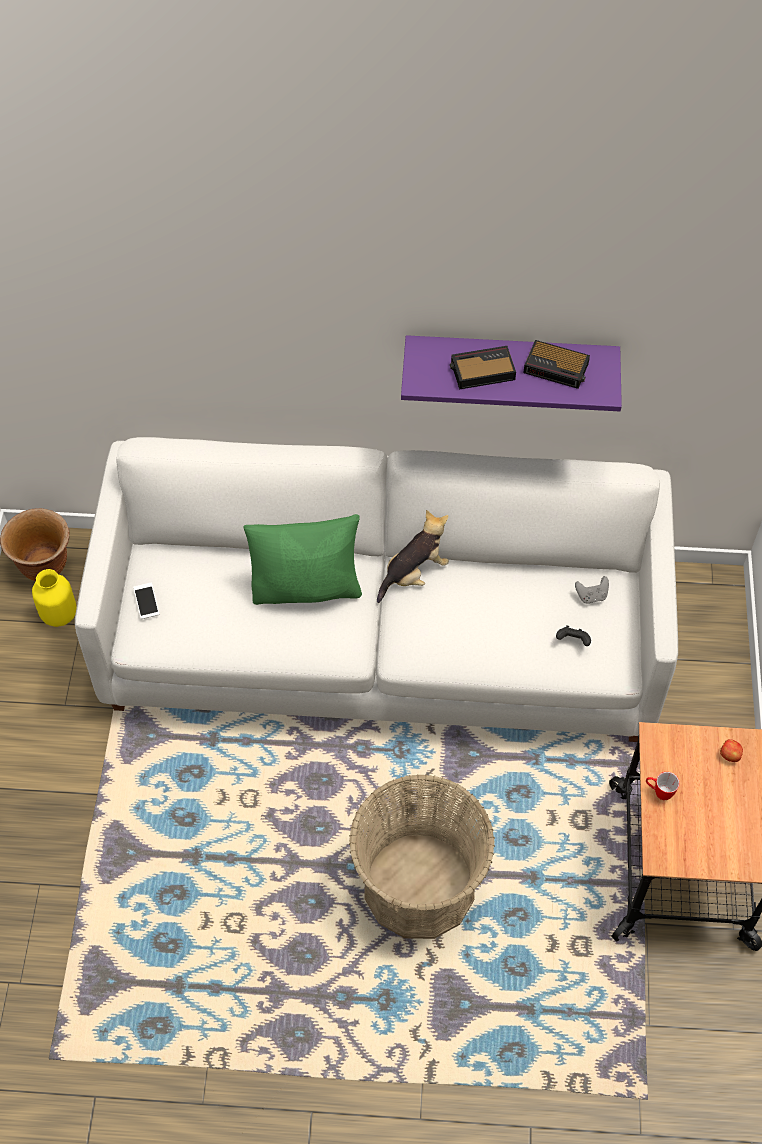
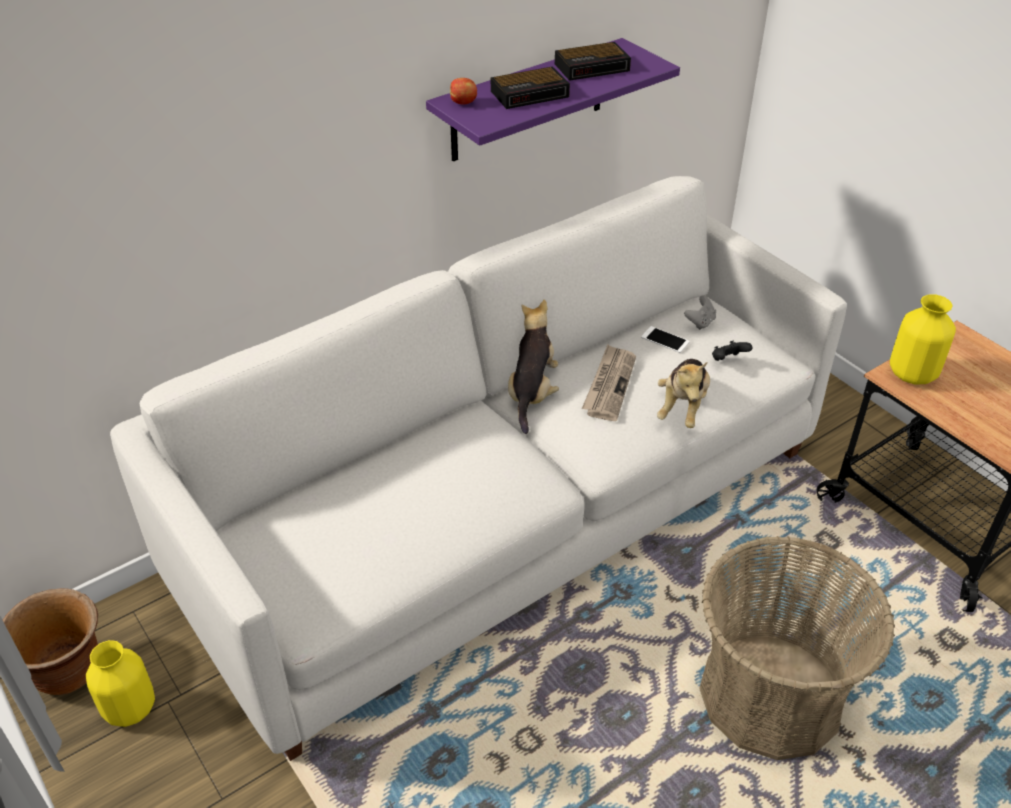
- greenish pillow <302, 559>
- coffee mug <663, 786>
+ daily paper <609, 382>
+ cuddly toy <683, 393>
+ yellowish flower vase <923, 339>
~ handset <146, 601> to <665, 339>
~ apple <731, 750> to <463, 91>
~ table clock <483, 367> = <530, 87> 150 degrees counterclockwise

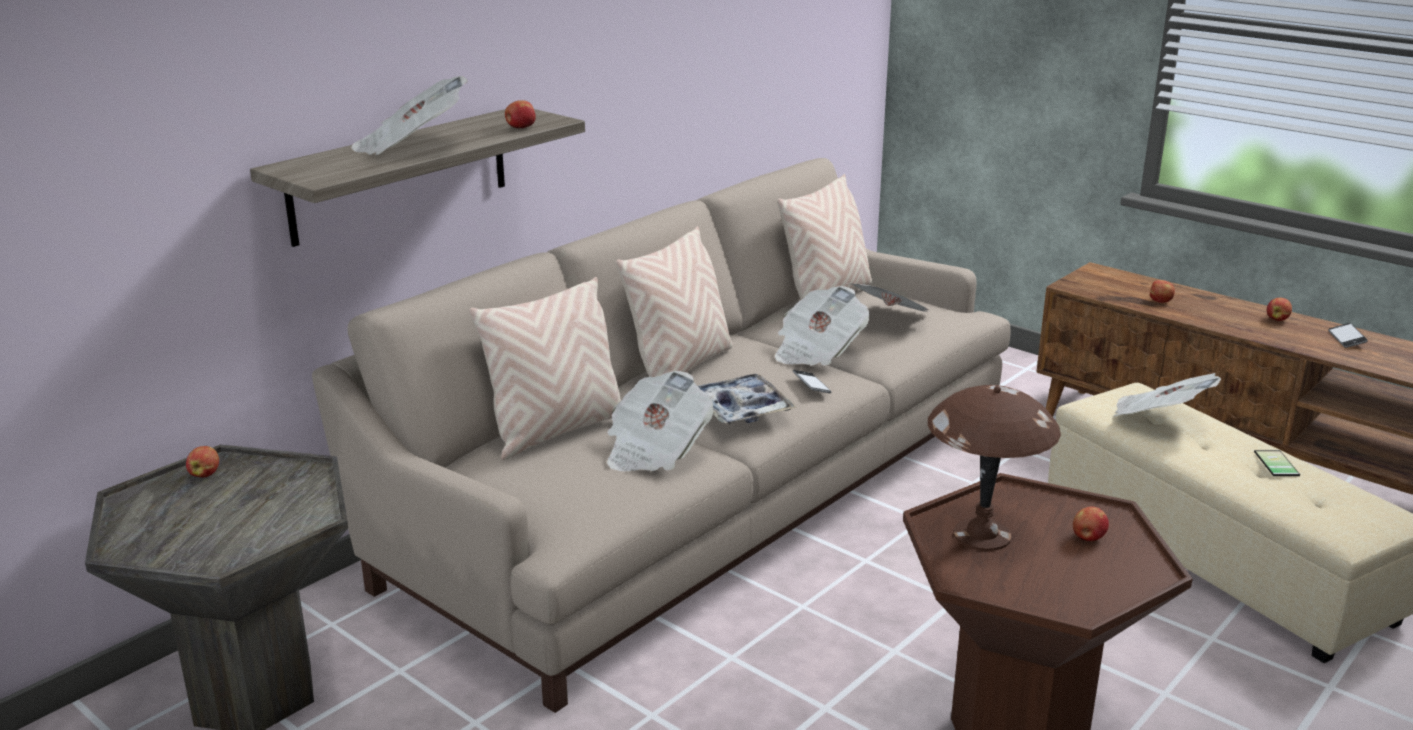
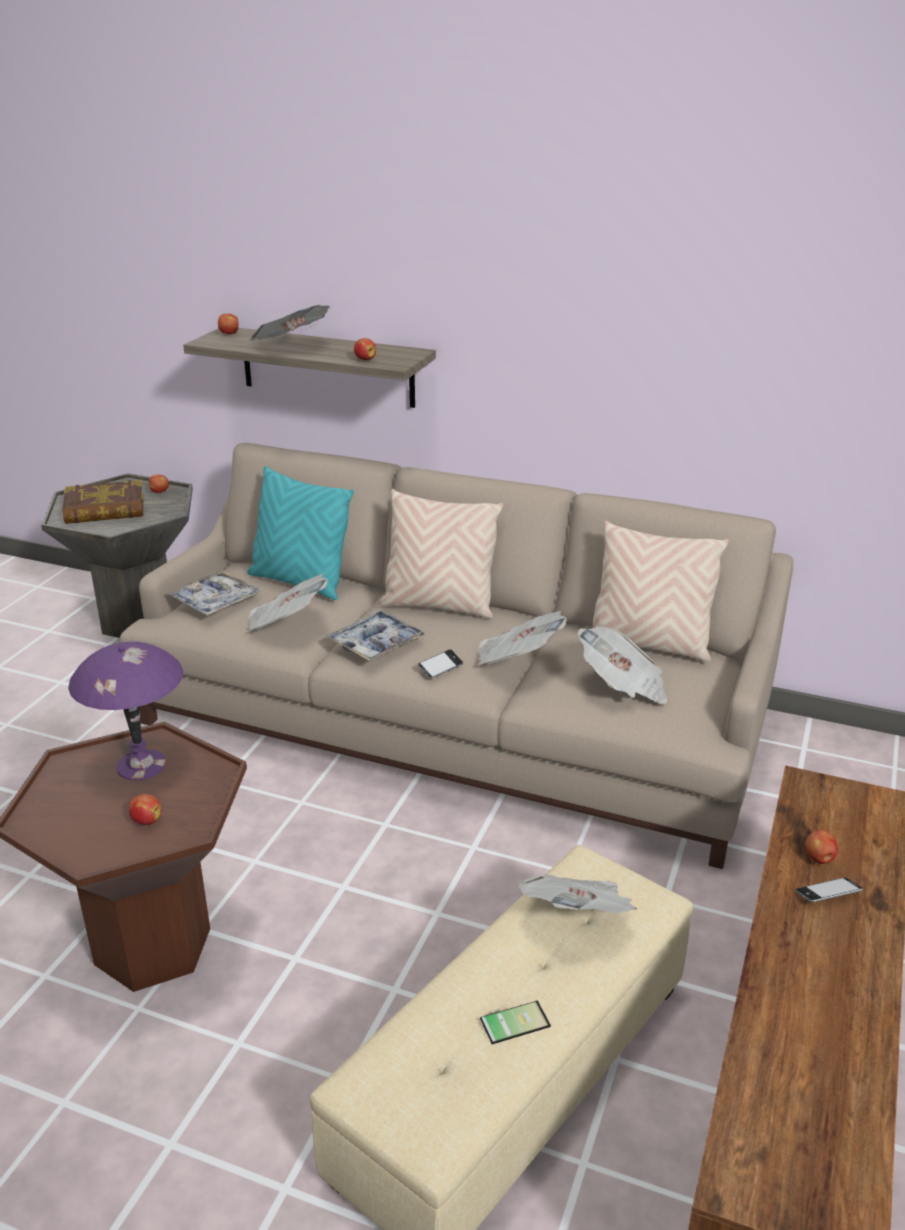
+ book <102, 502>
+ serving tray <214, 593>
~ apple <1279, 309> to <228, 323>
~ handset <1348, 335> to <829, 890>
~ beige pillow <545, 368> to turquoise pillow <300, 533>
~ brown tabletop lamp <994, 468> to purple tabletop lamp <125, 711>

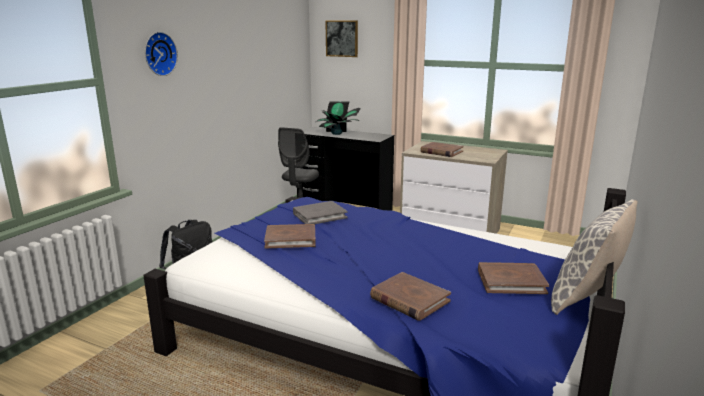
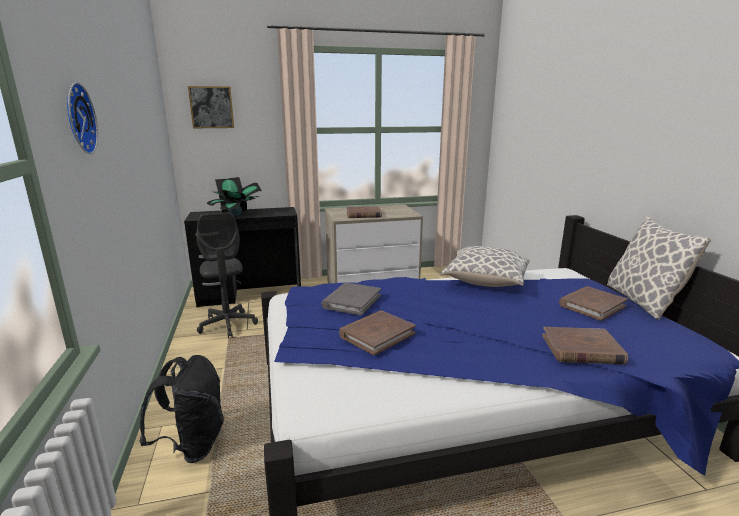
+ pillow <485, 266>

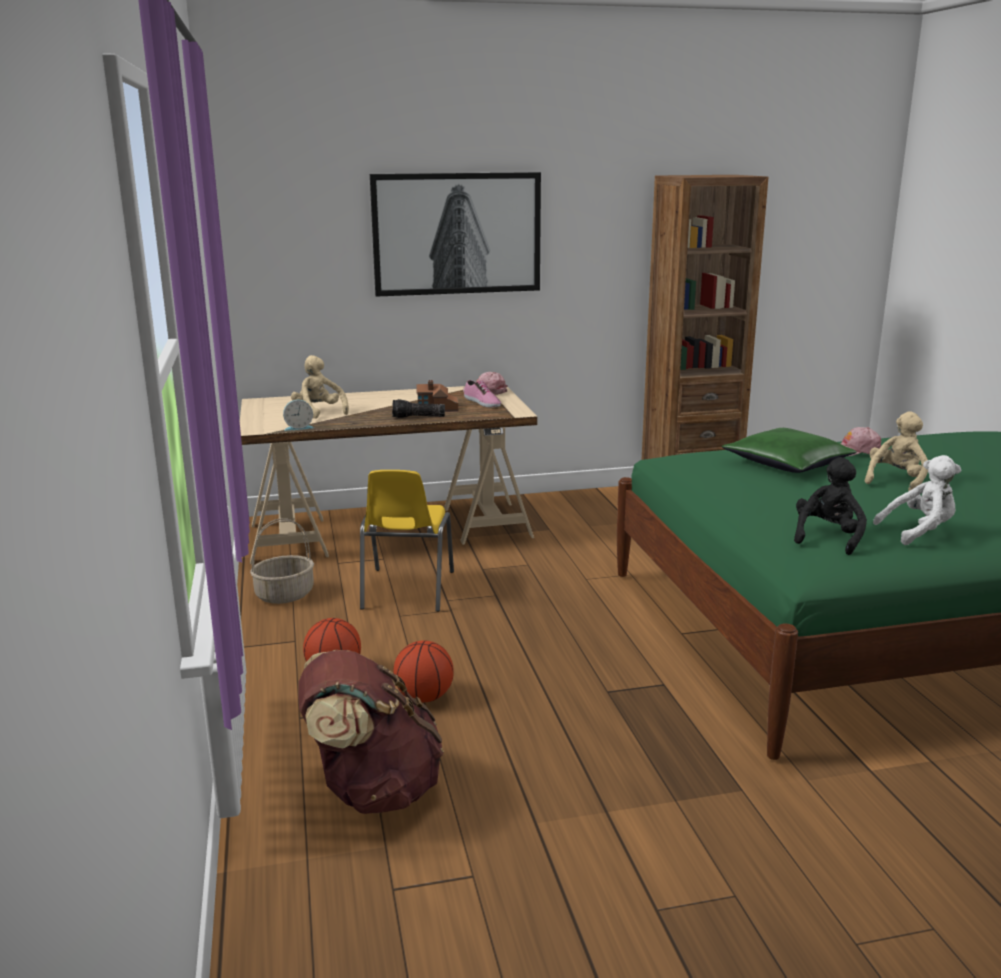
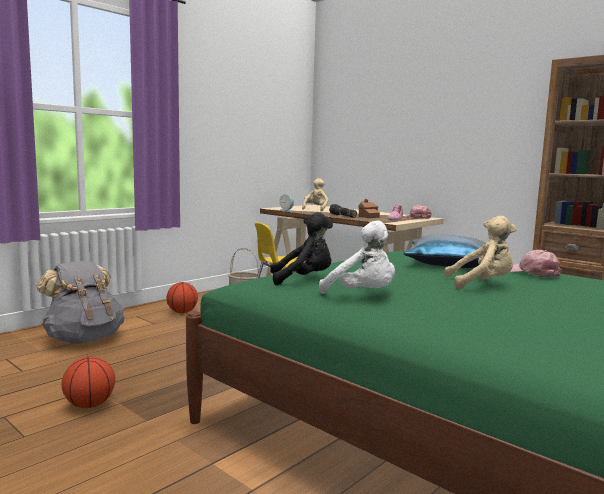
- wall picture <455, 234>
~ ball for basketball <424, 671> to <88, 382>
~ brown knapsack <371, 732> to greyish knapsack <80, 302>
~ greenish pillow <789, 450> to bluish pillow <445, 251>

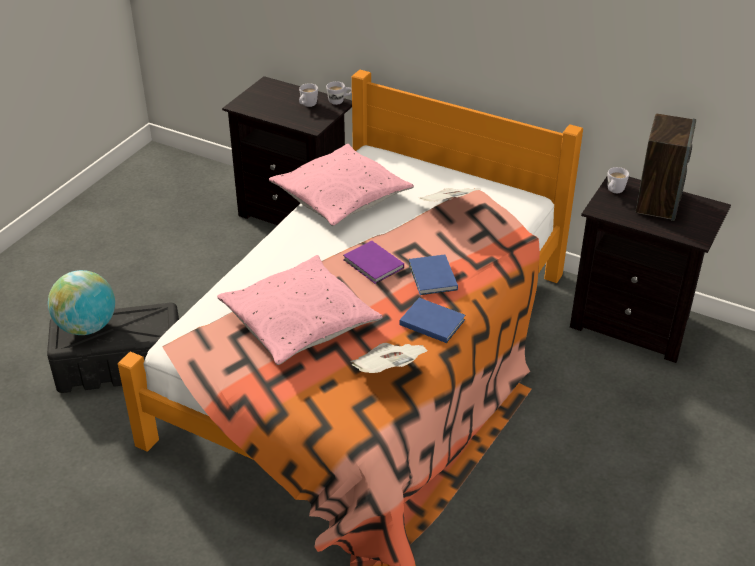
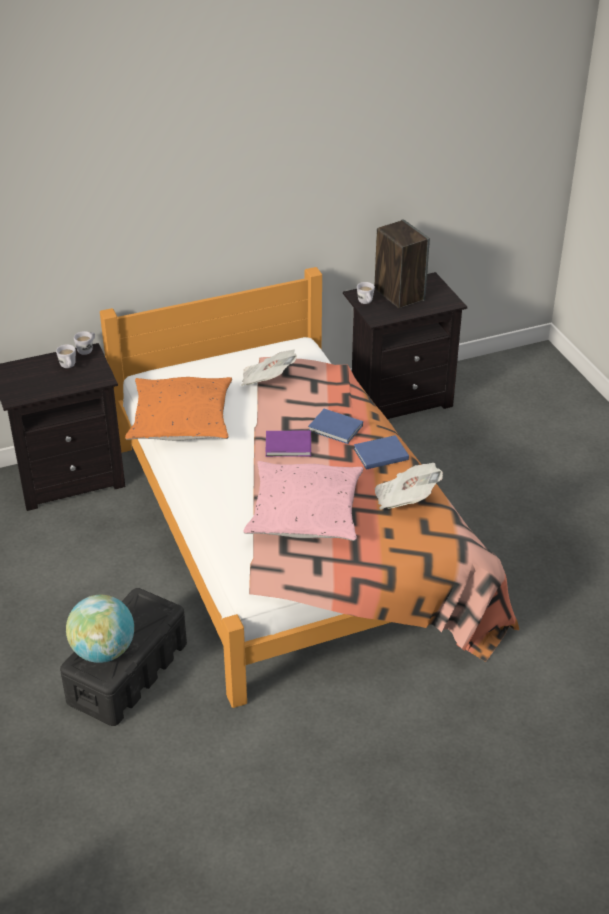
~ pink pillow <341, 185> to orange-coloured pillow <178, 409>

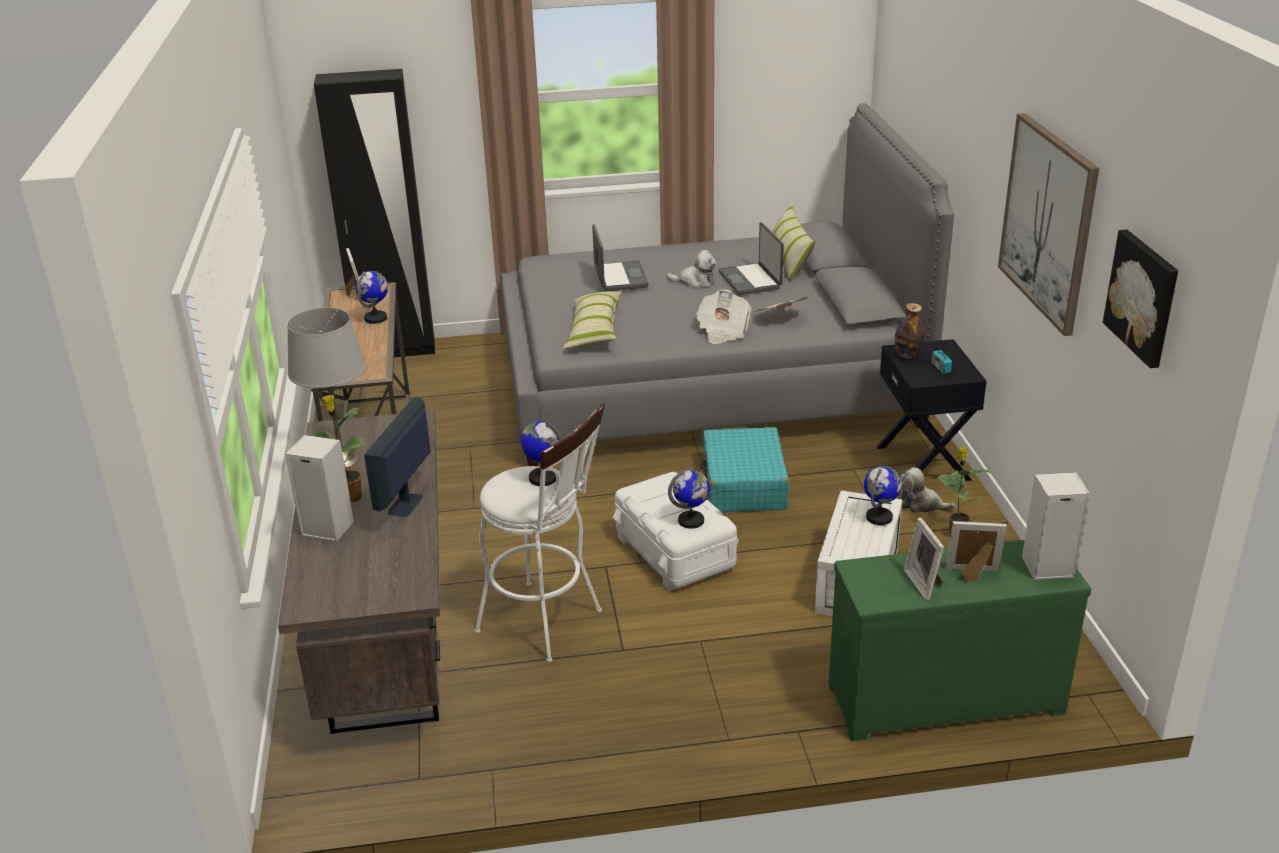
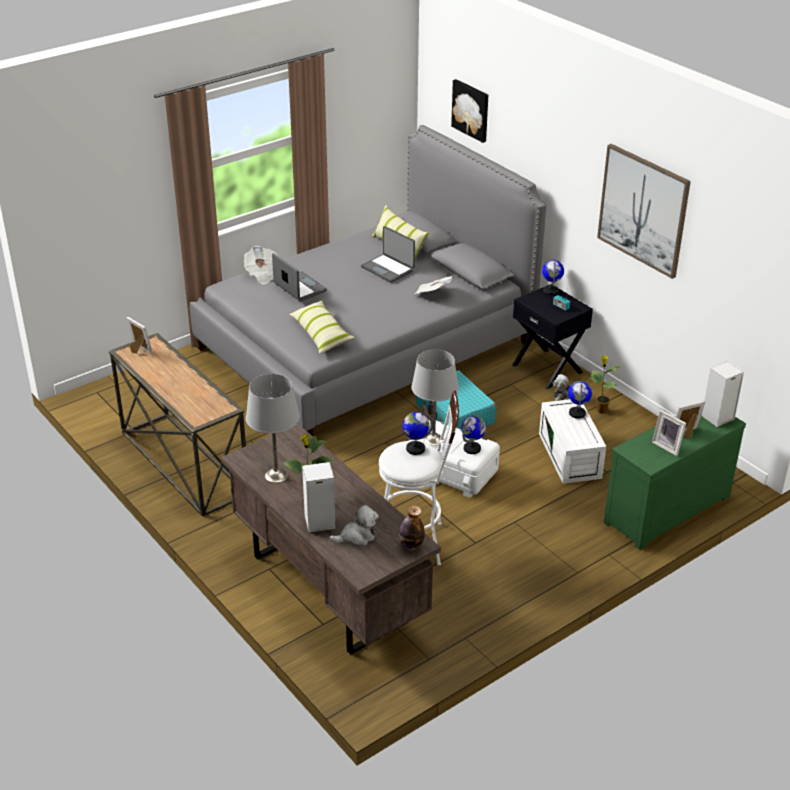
- blackish wardrobe <374, 213>
- computer display <397, 457>
+ greyish tabletop lamp <435, 398>
~ world globe <371, 297> to <553, 277>
~ cuddly toy <692, 269> to <354, 525>
~ daily paper <724, 317> to <261, 265>
~ bottle <909, 331> to <412, 527>
~ wall picture <1140, 298> to <469, 111>

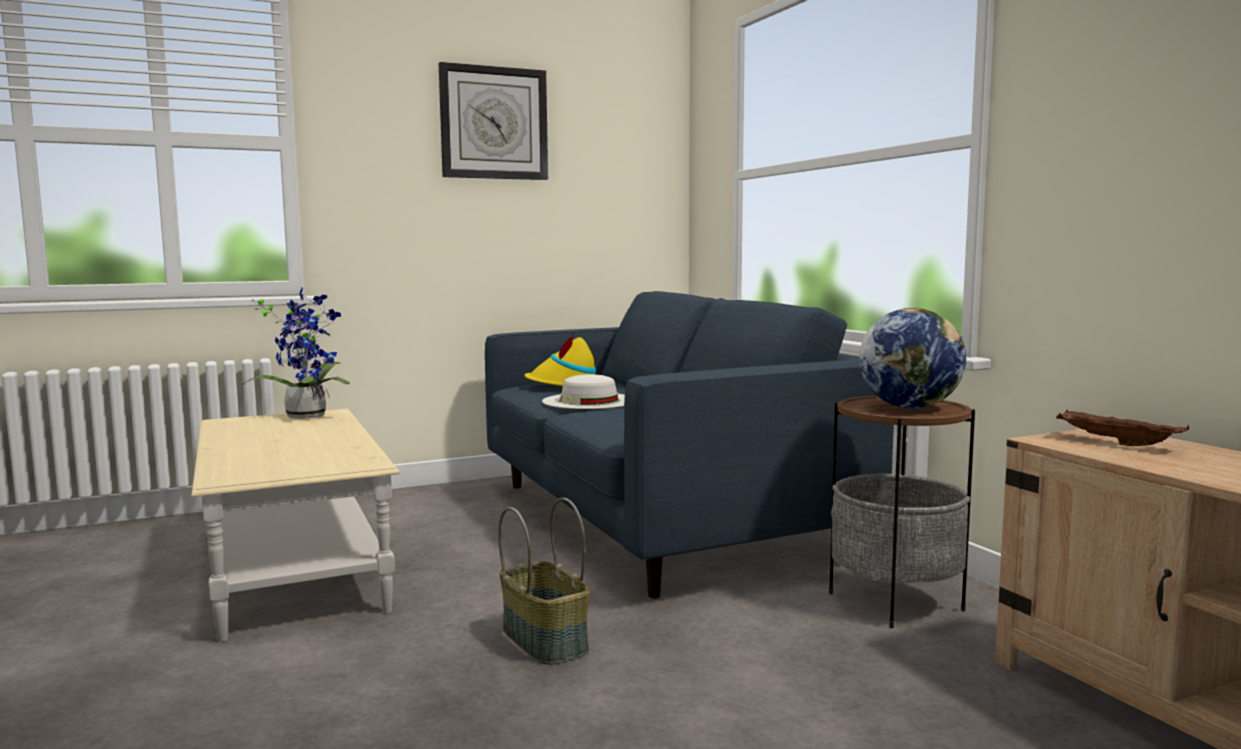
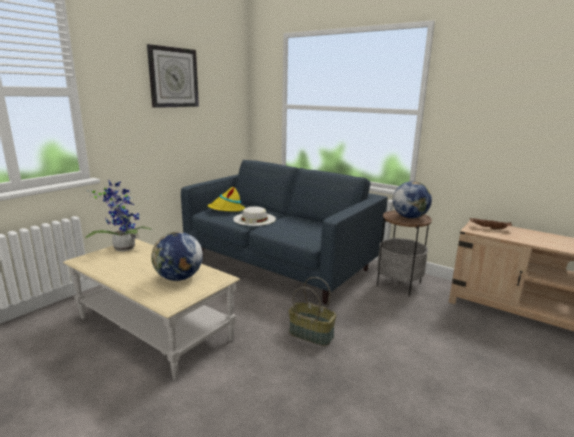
+ world globe <177, 256>

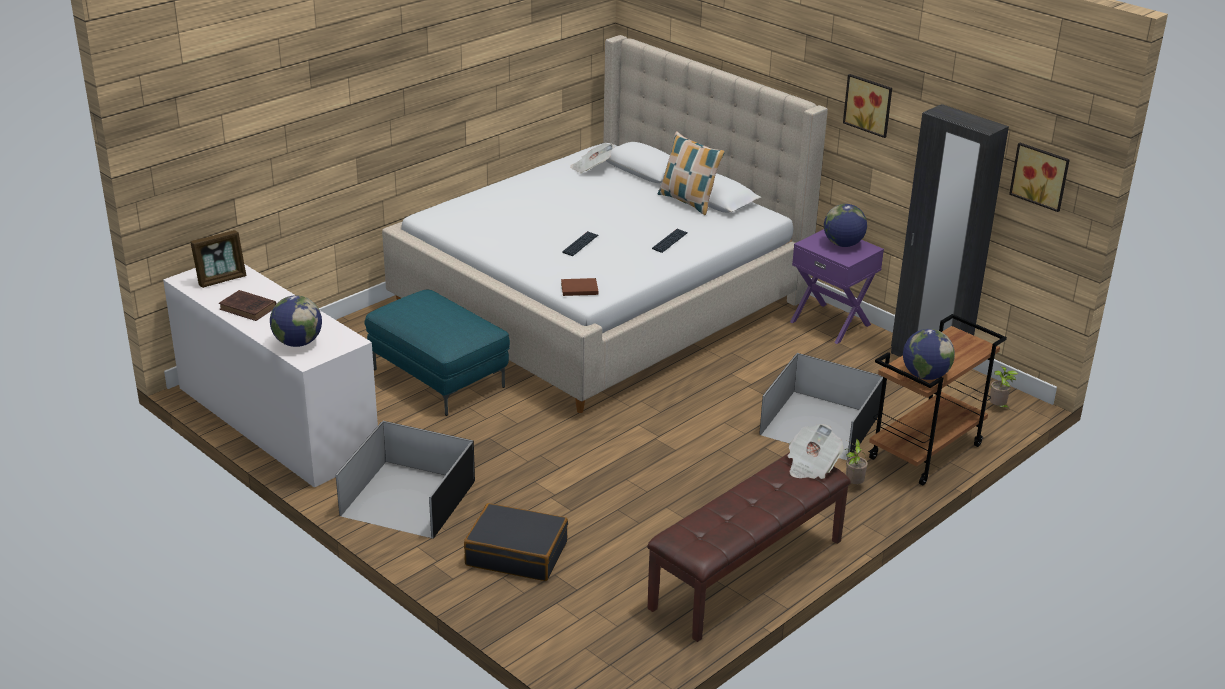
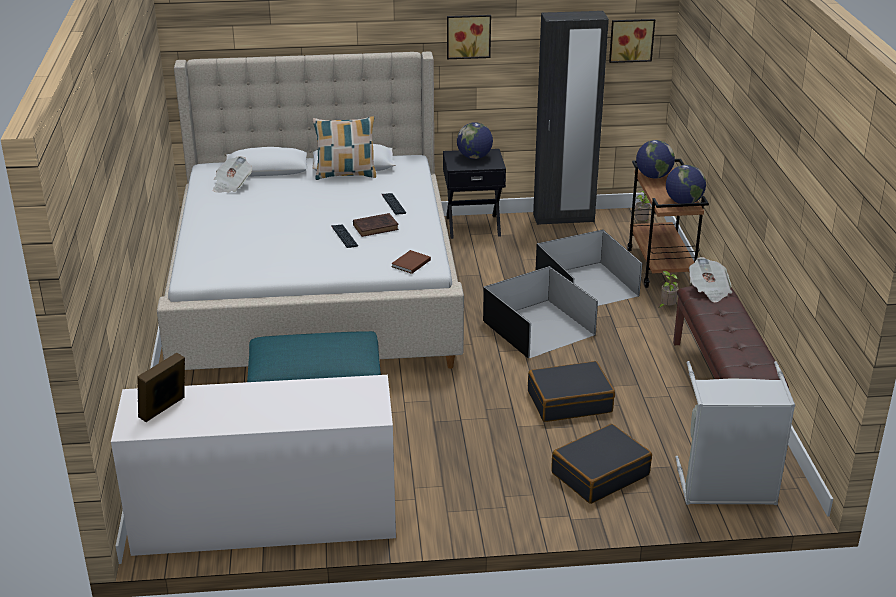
+ blackish travel case <571, 391>
+ greyish hamper <735, 433>
~ brown book <248, 305> to <376, 225>
~ world globe <296, 321> to <655, 159>
~ blackish storage box <405, 480> to <540, 312>
~ purple bedside table <837, 286> to blackish bedside table <474, 194>
~ photo frame <218, 259> = <161, 387> 150 degrees counterclockwise

